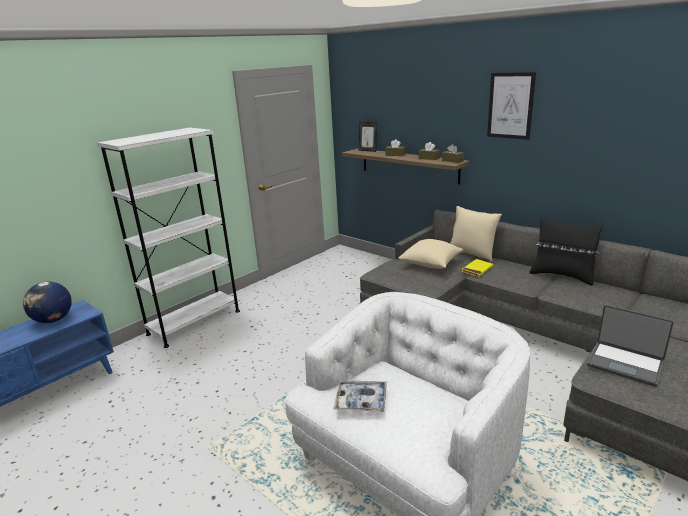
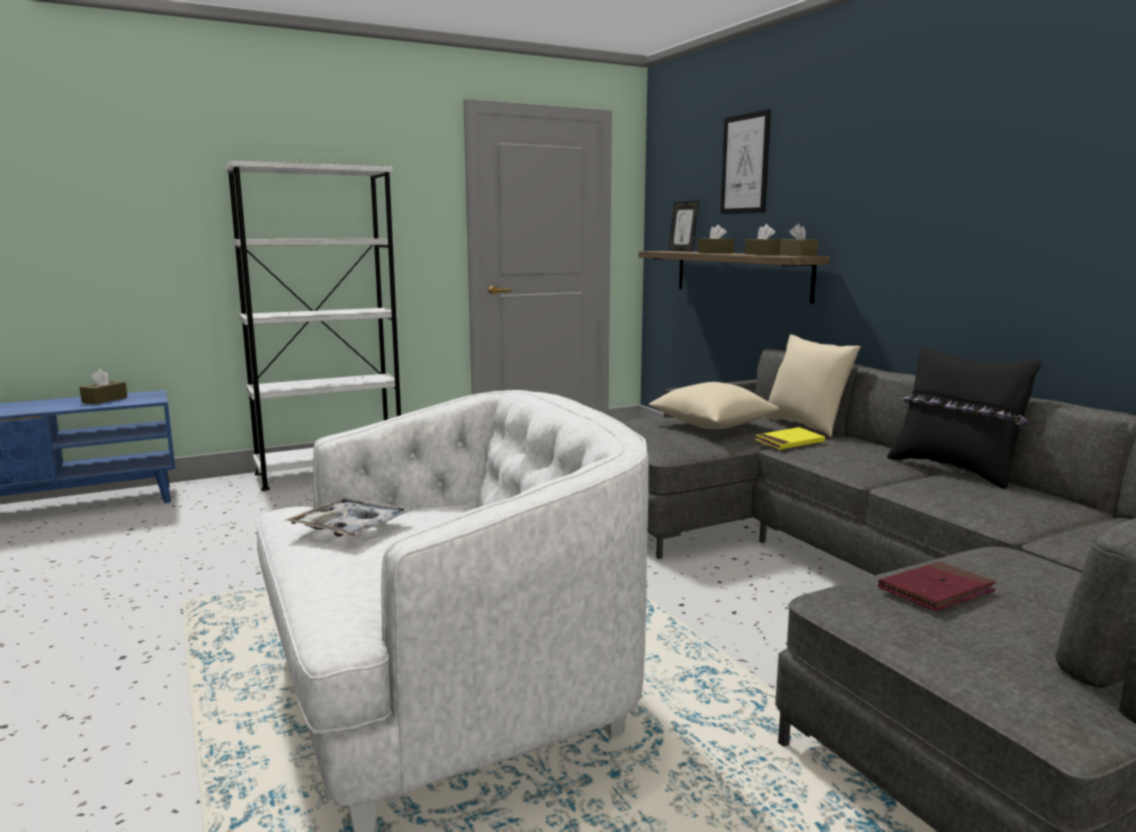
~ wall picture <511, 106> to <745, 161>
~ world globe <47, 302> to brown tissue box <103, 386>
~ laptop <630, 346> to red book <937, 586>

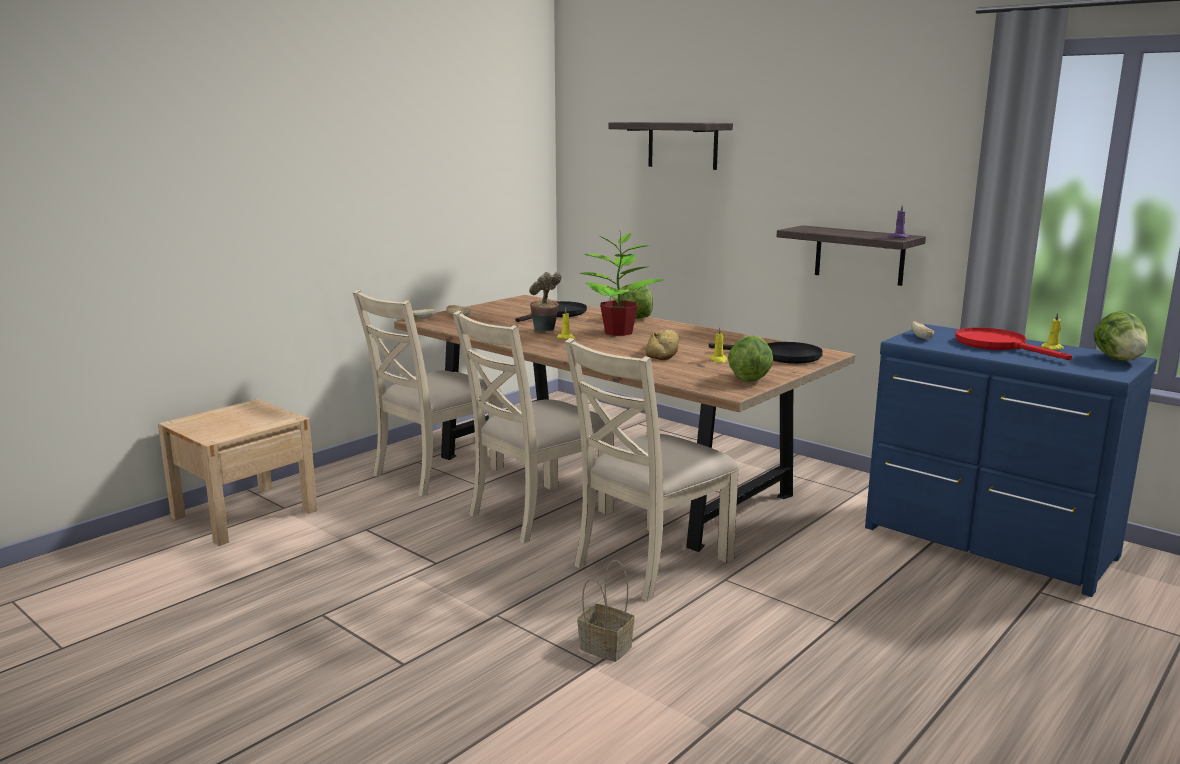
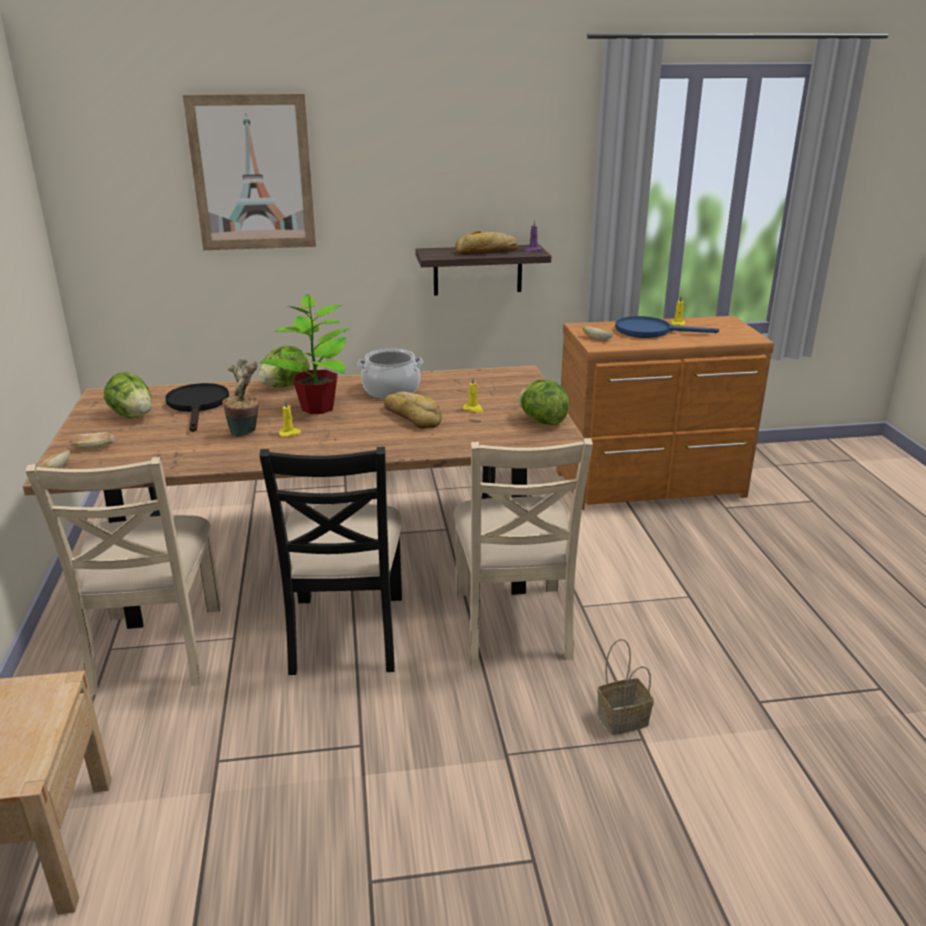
- blackish skillet <766, 353>
+ saucepot <390, 374>
+ bakery bread <486, 243>
~ head of lettuce <1121, 336> to <128, 395>
~ wall shelf <671, 146> to wall picture <249, 172>
~ beige upright chair <533, 427> to blackish upright chair <330, 561>
~ bluish dresser <1011, 460> to brown dresser <665, 413>
~ red skillet <1013, 344> to bluish skillet <667, 327>

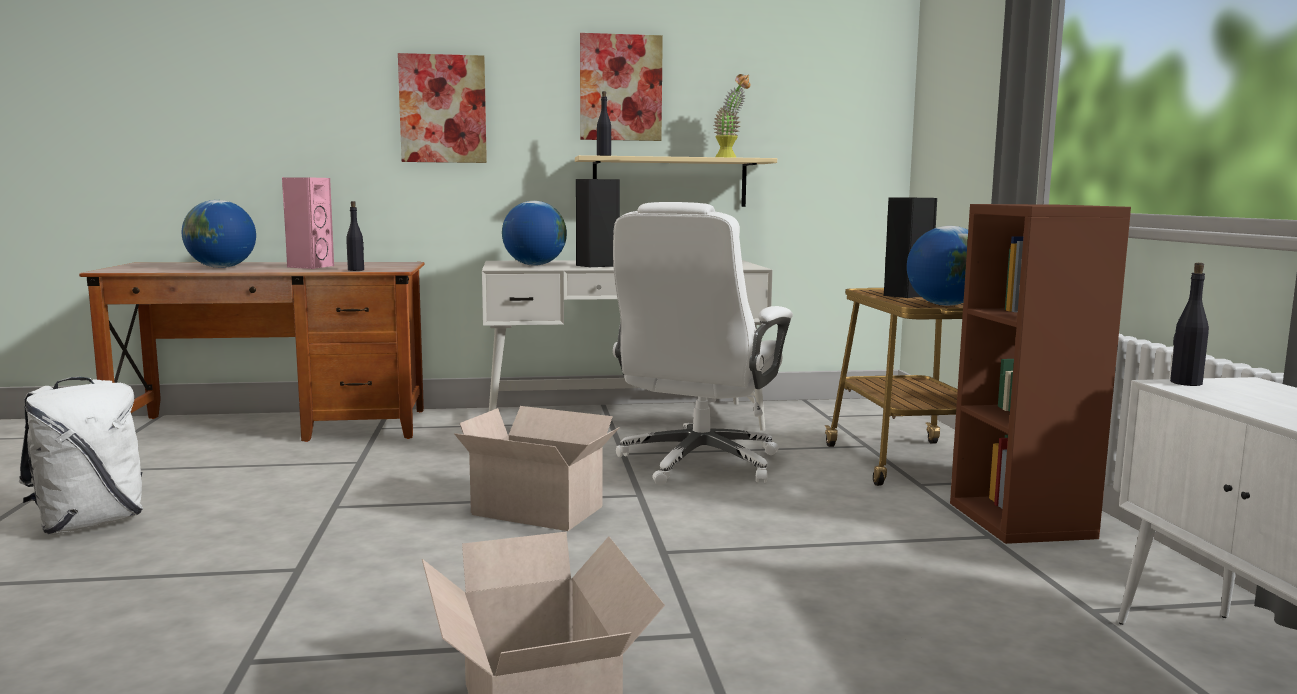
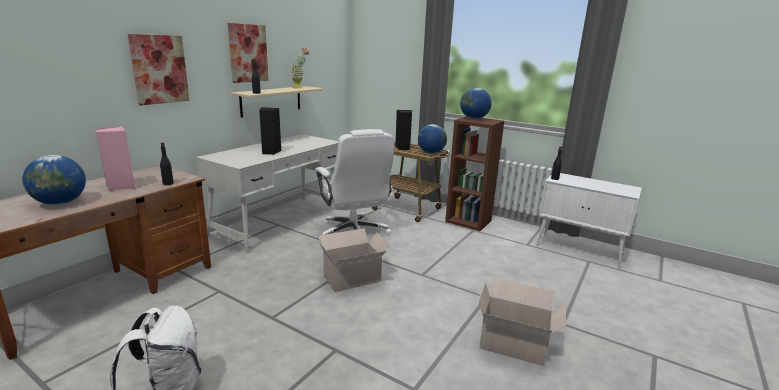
~ world globe <534, 233> to <476, 103>

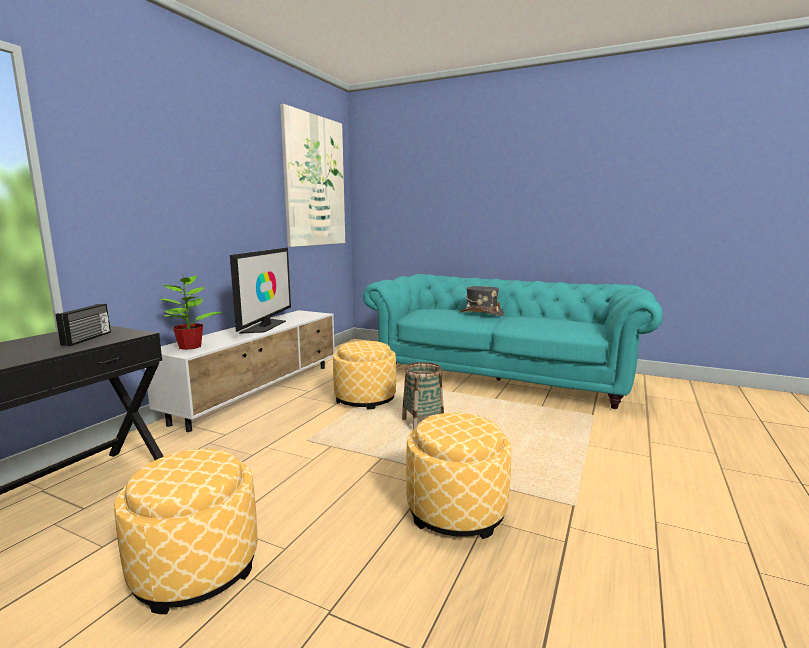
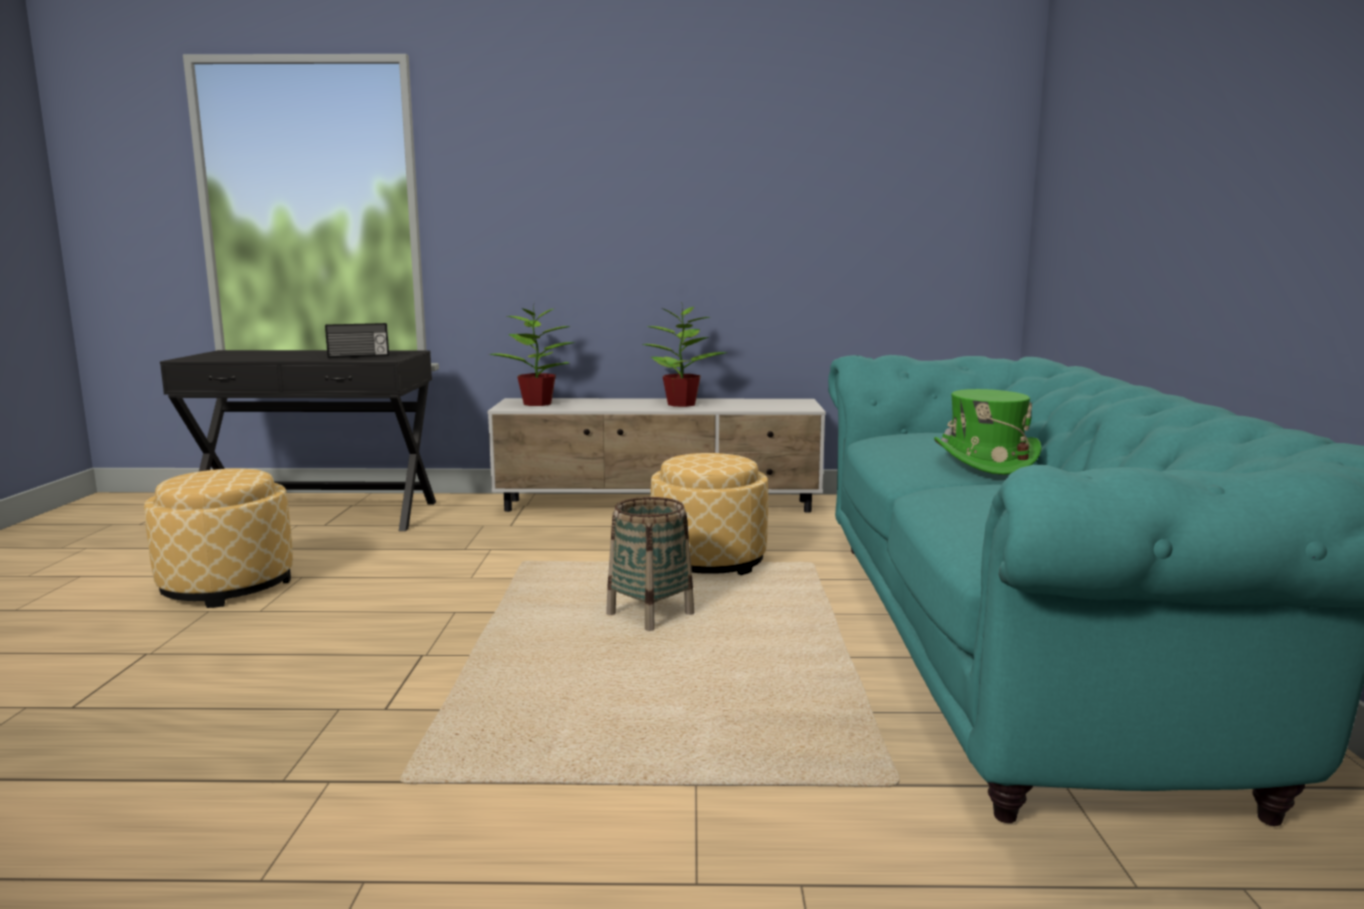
- wall picture <312, 175>
- pouffe <458, 476>
~ TV set <260, 291> to plant in a pot <684, 354>
~ greyish hat <482, 301> to greenish hat <988, 432>

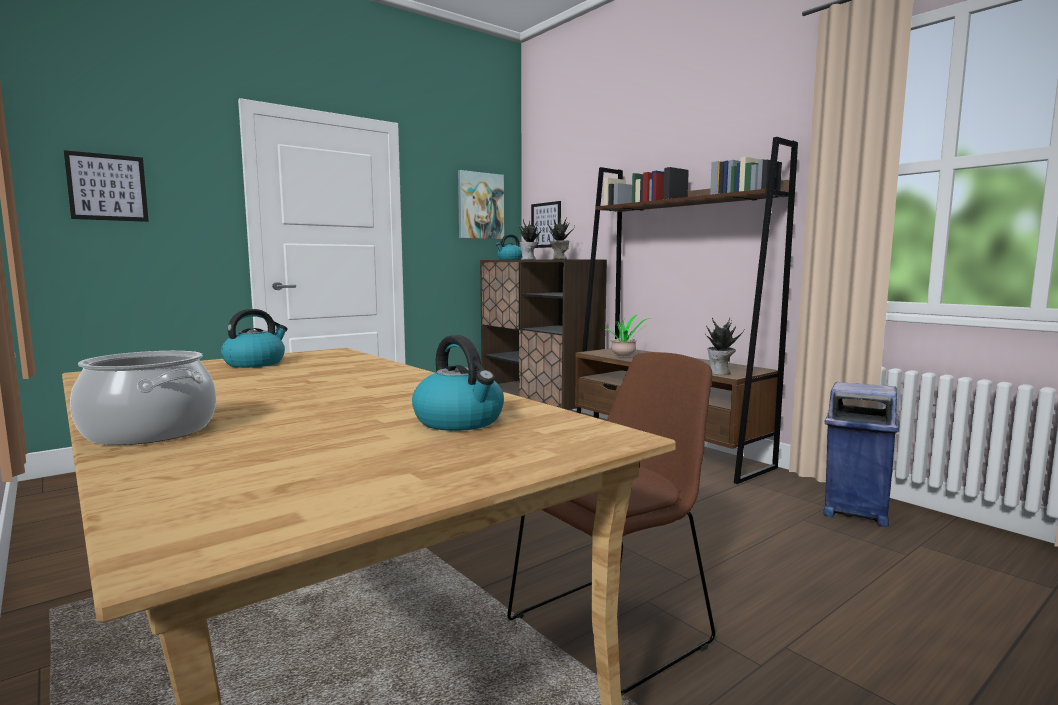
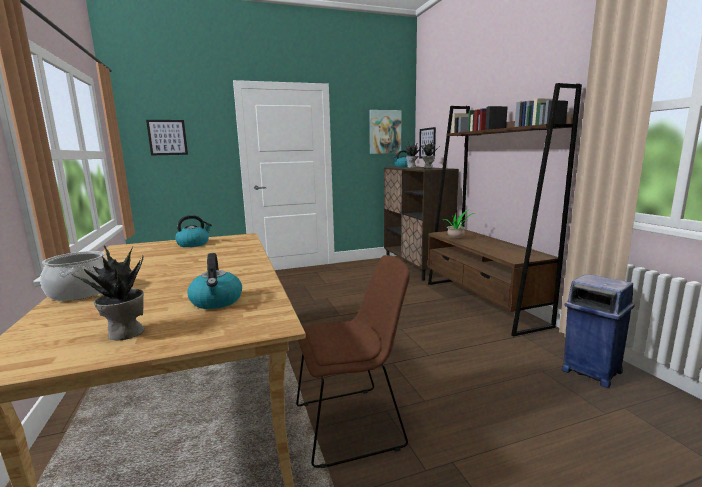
~ plant in a pot <724, 346> to <108, 293>

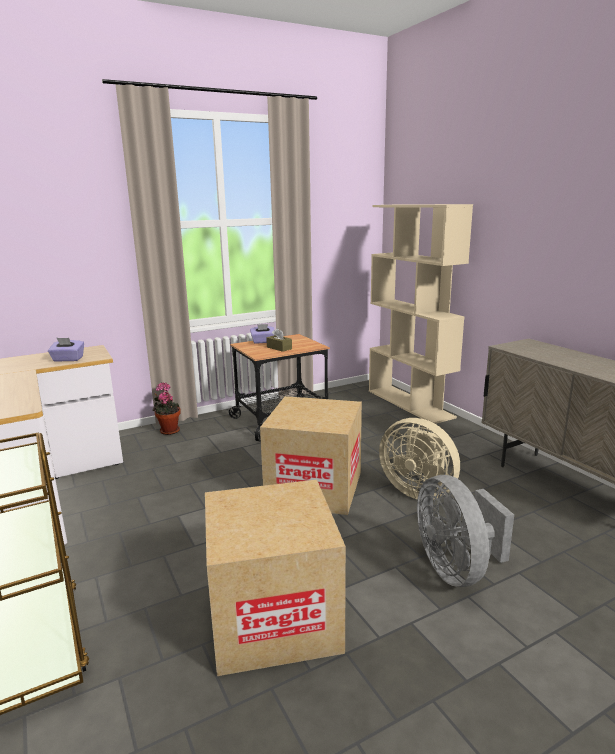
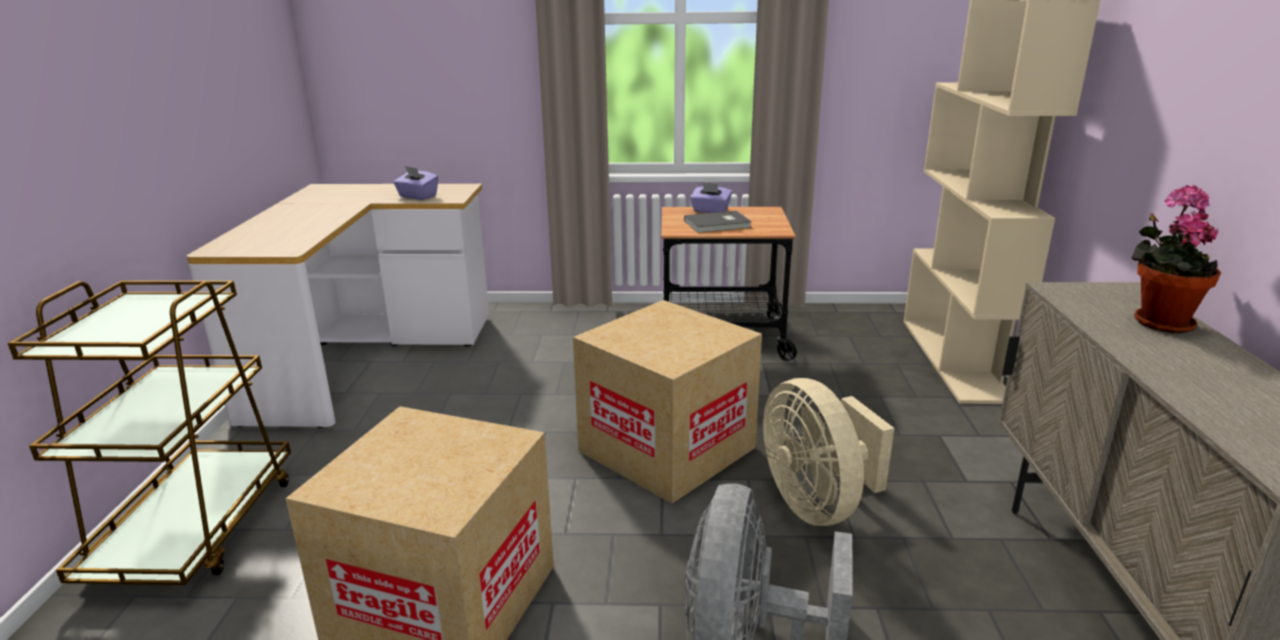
~ plant in a pot <166, 408> to <1176, 259>
~ brown tissue box <279, 340> to greyish book <718, 222>

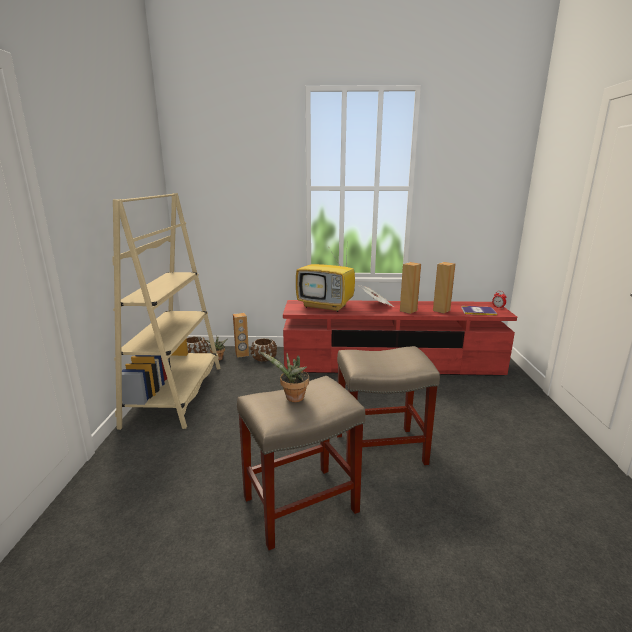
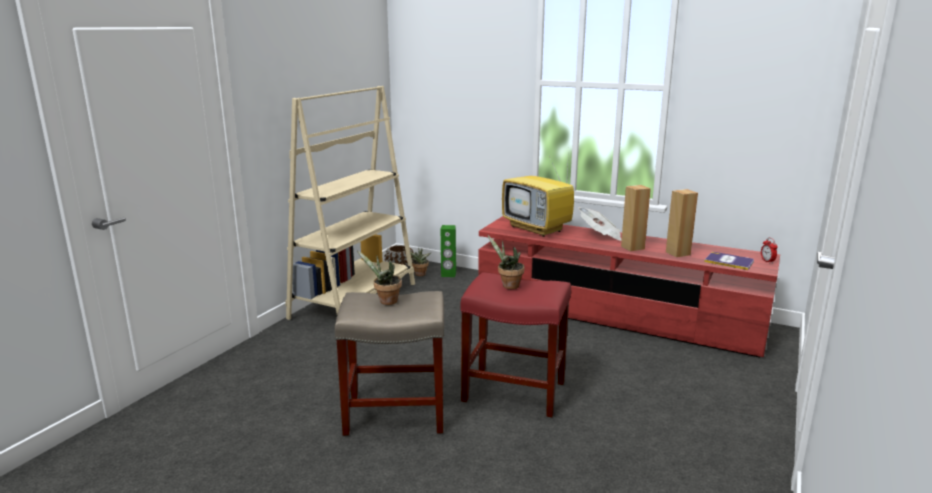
- brown planter <263, 350>
+ plant in a pot <506, 262>
~ brown audio speaker <241, 335> to greenish audio speaker <448, 251>
~ beige sitting stool <388, 406> to red sitting stool <516, 344>

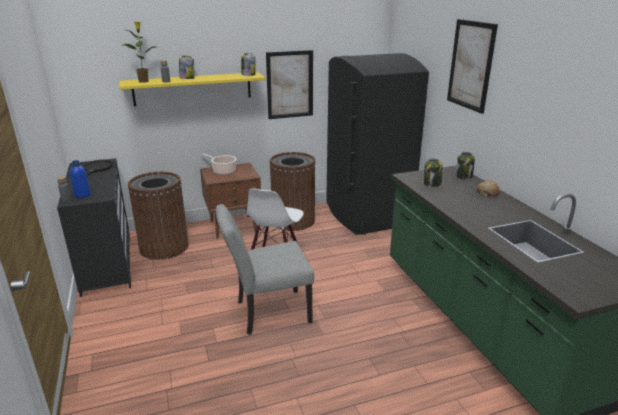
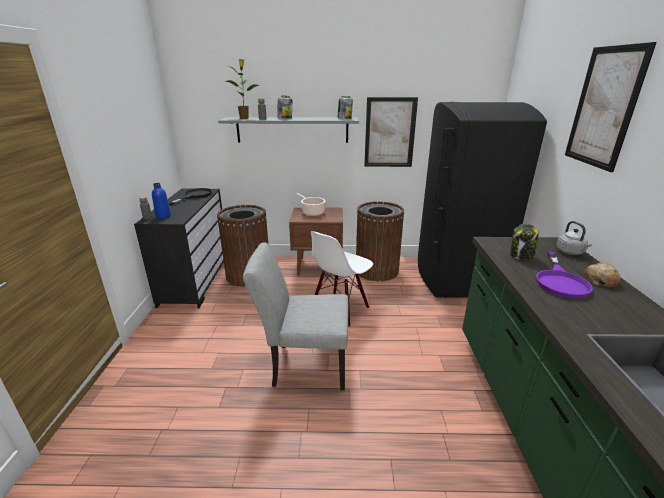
+ purple skillet <564, 275>
~ preserve jar <465, 166> to greyish tea kettle <574, 238>
~ yellowish wall shelf <192, 89> to greyish wall shelf <288, 130>

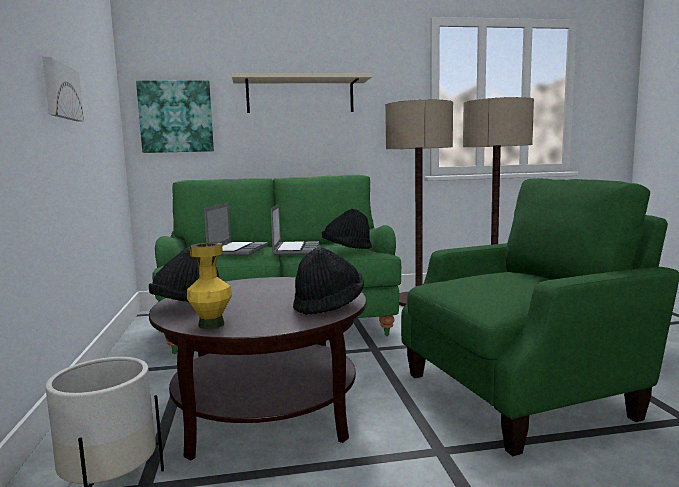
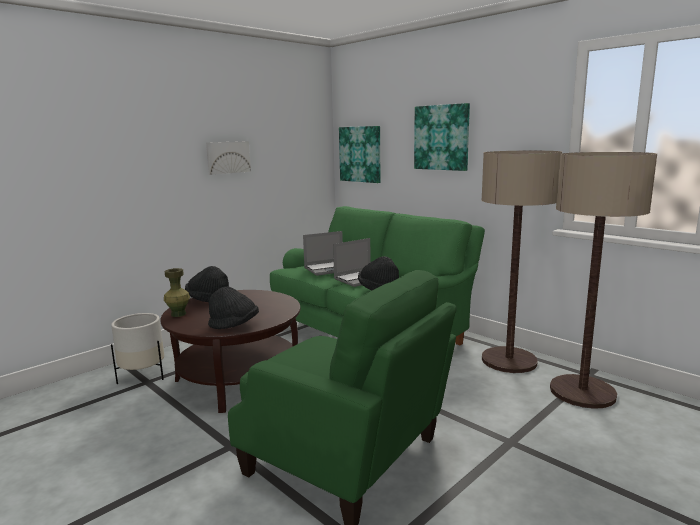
~ beige wall shelf <302, 93> to wall picture <442, 137>
~ yellowish flower vase <209, 286> to greenish flower vase <177, 292>

